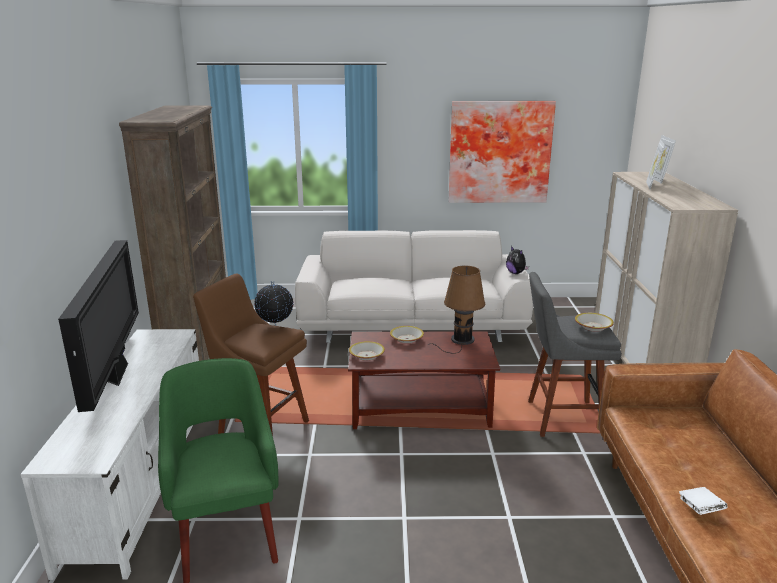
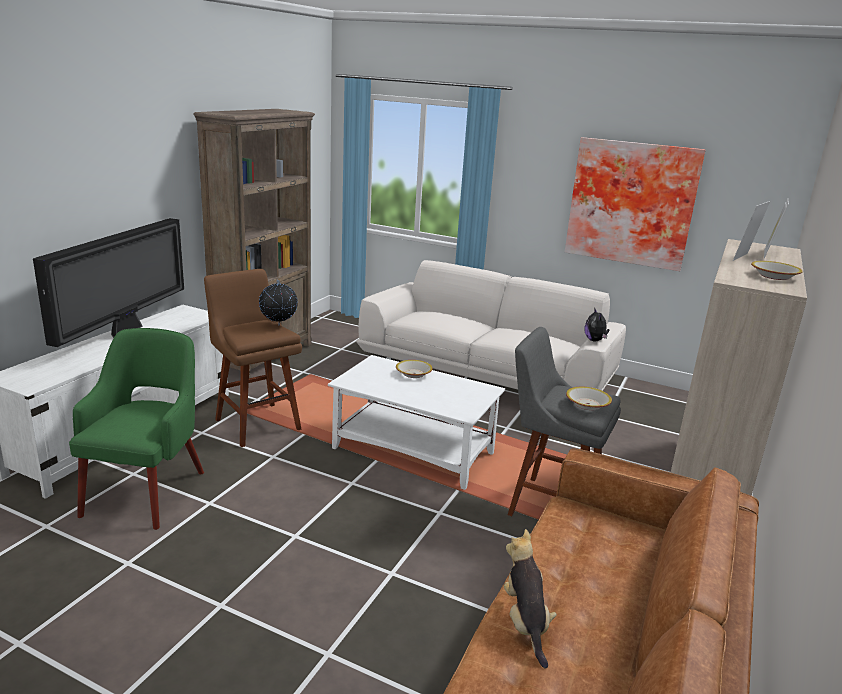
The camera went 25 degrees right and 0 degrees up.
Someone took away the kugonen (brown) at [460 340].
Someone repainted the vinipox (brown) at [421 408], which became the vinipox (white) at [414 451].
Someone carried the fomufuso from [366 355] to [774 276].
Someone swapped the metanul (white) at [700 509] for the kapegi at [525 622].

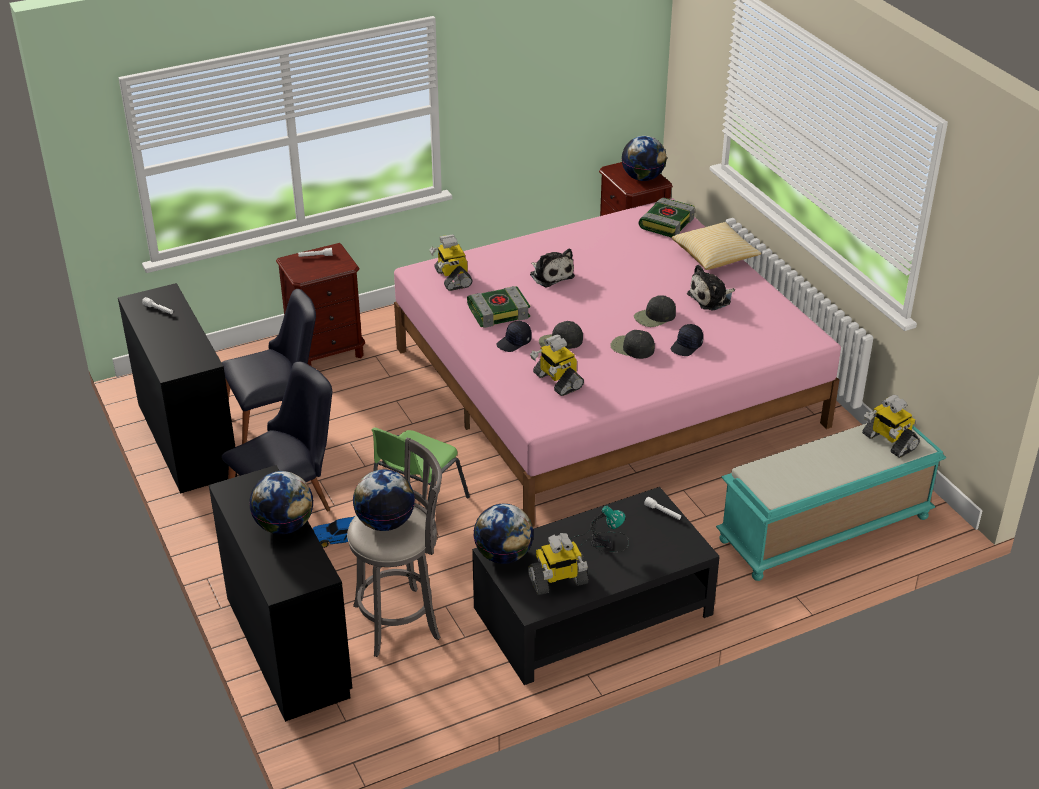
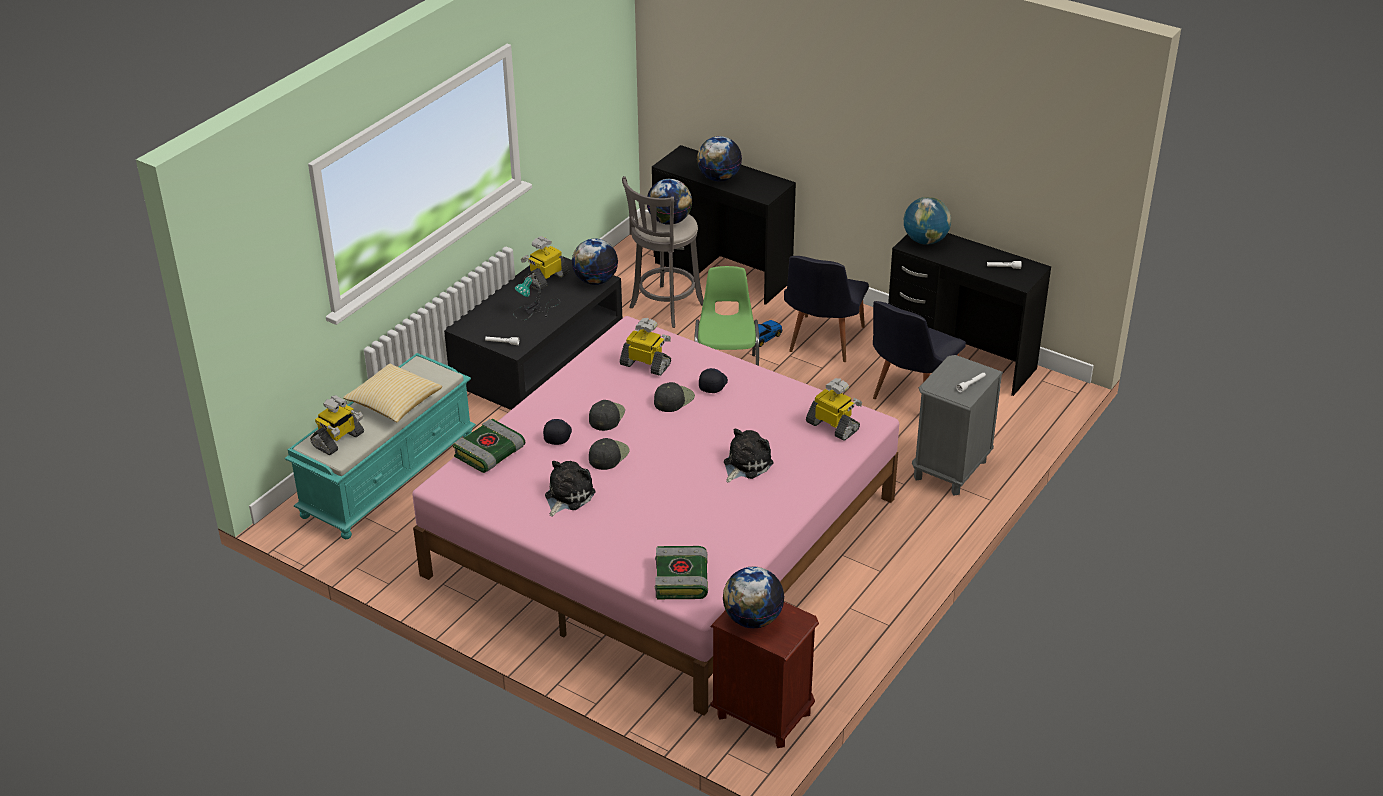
The camera went 150 degrees right and 0 degrees up.
Someone carried the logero from [715 257] to [394 404].
Someone repainted the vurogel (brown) at [327 352], which became the vurogel (grey) at [950 470].
Someone rotated the kapegi at [550 275] by 105 degrees clockwise.
Someone carried the metanul from [499 311] to [489 453].
Someone rotated the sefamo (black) at [632 348] by 75 degrees counterclockwise.
Someone rotated the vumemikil at [888 441] by 105 degrees clockwise.
Someone put down the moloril at [925 240].

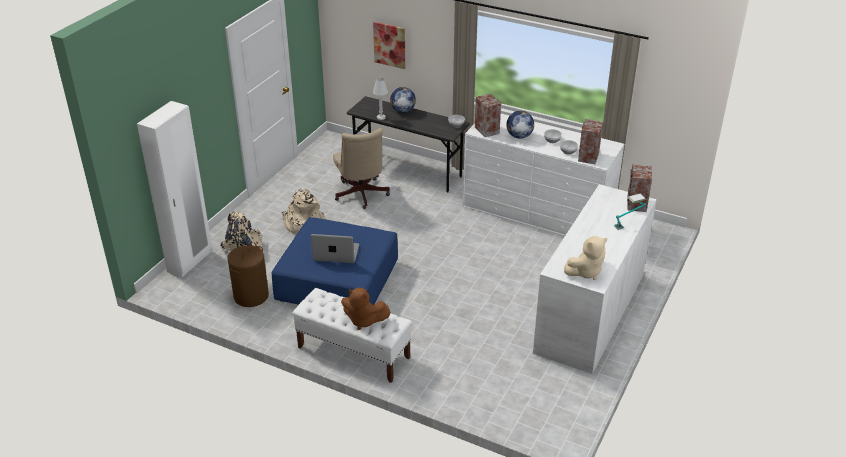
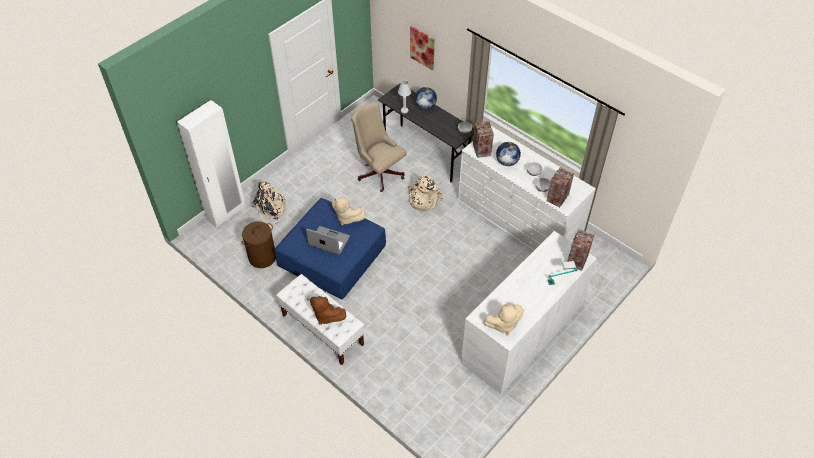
The camera went 15 degrees right and 15 degrees up.
Someone rotated the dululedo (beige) at [361 195] by 135 degrees clockwise.
Someone carried the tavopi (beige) from [302 224] to [423 199].
Someone put down the kapegi (beige) at [347 218].

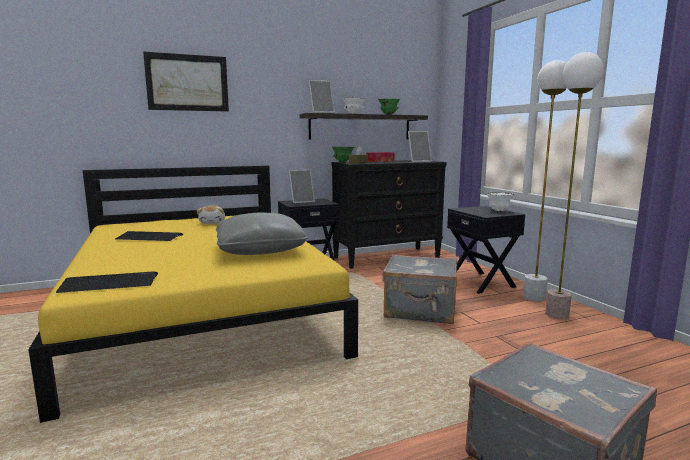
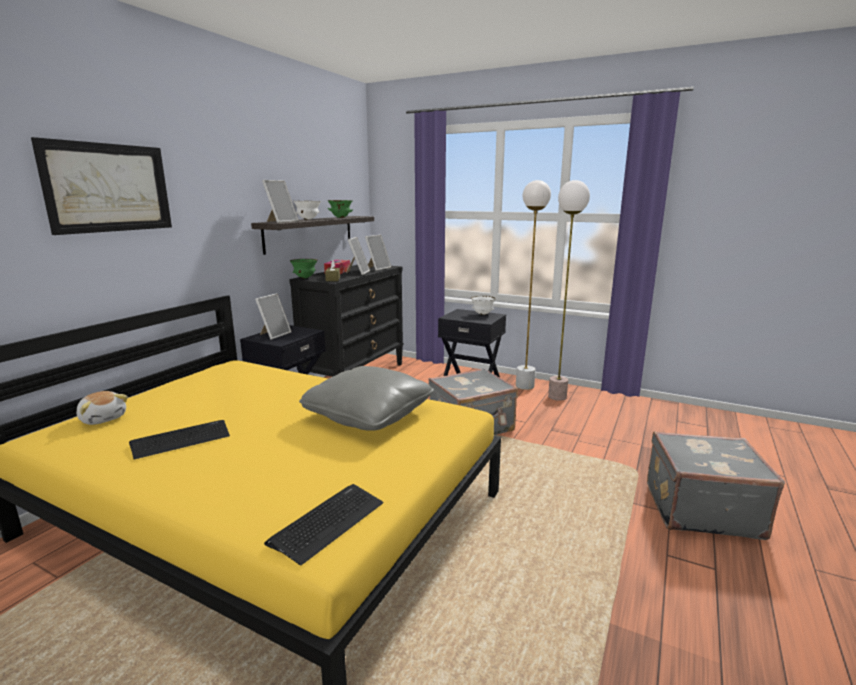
The camera went 40 degrees left and 5 degrees up.
Someone carried the kapegi from [212 222] to [103 418].
Someone put down the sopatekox at [358 272].

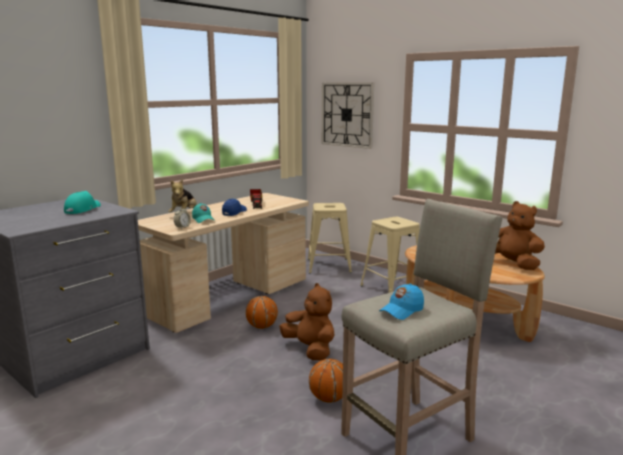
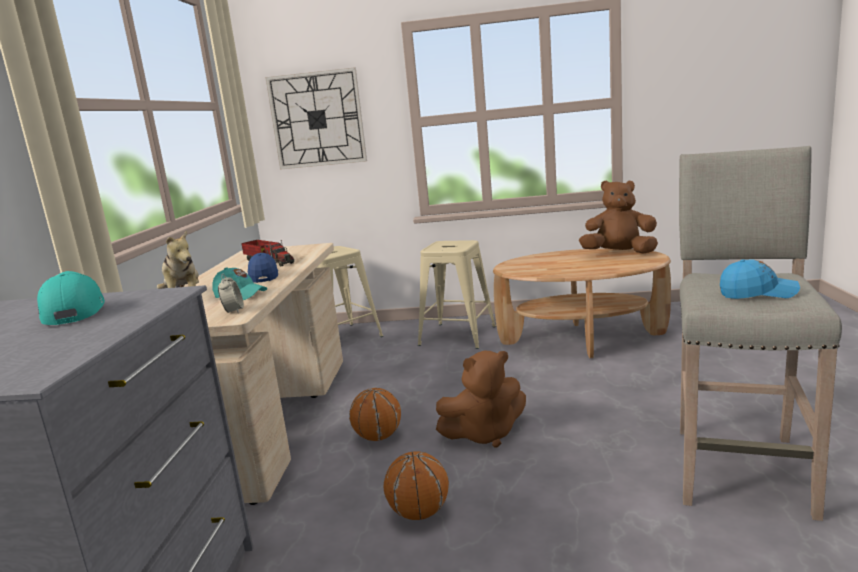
The camera went 35 degrees left and 0 degrees up.
Someone rotated the kapegi (brown) at [310 349] by 150 degrees clockwise.
Someone rotated the sefamo (blue) at [402 311] by 90 degrees counterclockwise.
Someone carried the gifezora from [329 398] to [419 513].

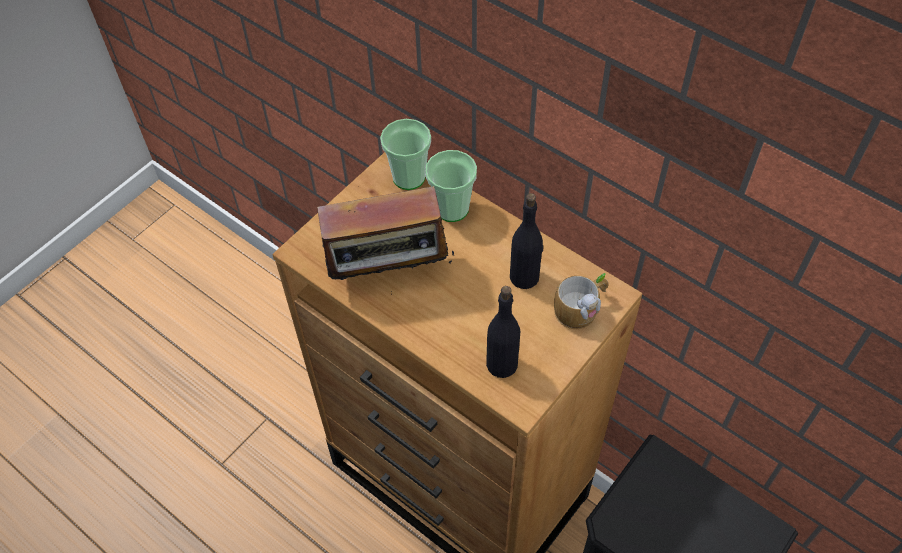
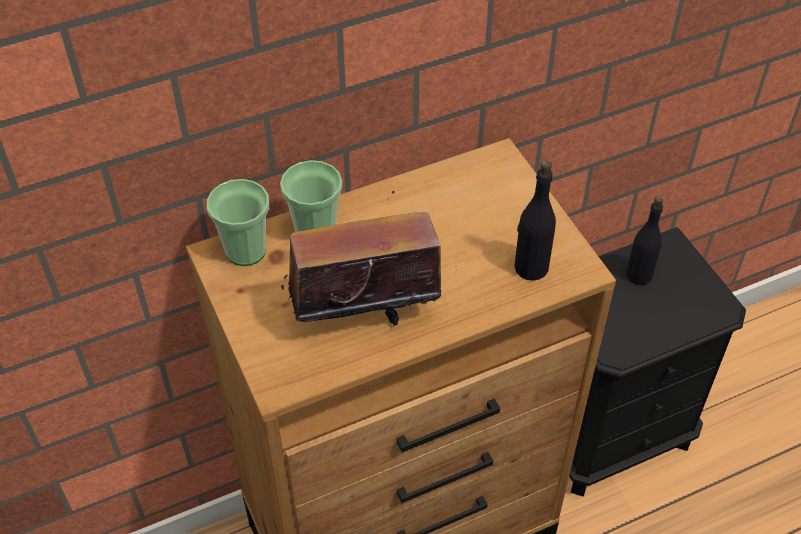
The camera went 65 degrees left and 5 degrees down.
Someone rotated the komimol at [389 273] by 120 degrees counterclockwise.
Someone carried the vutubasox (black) from [525 277] to [638 275].
Someone took away the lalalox at [582 308].

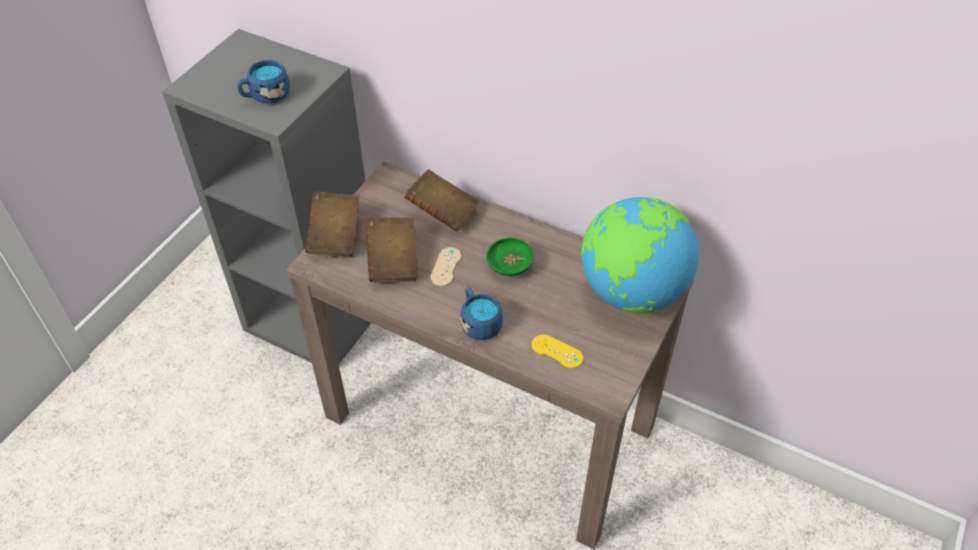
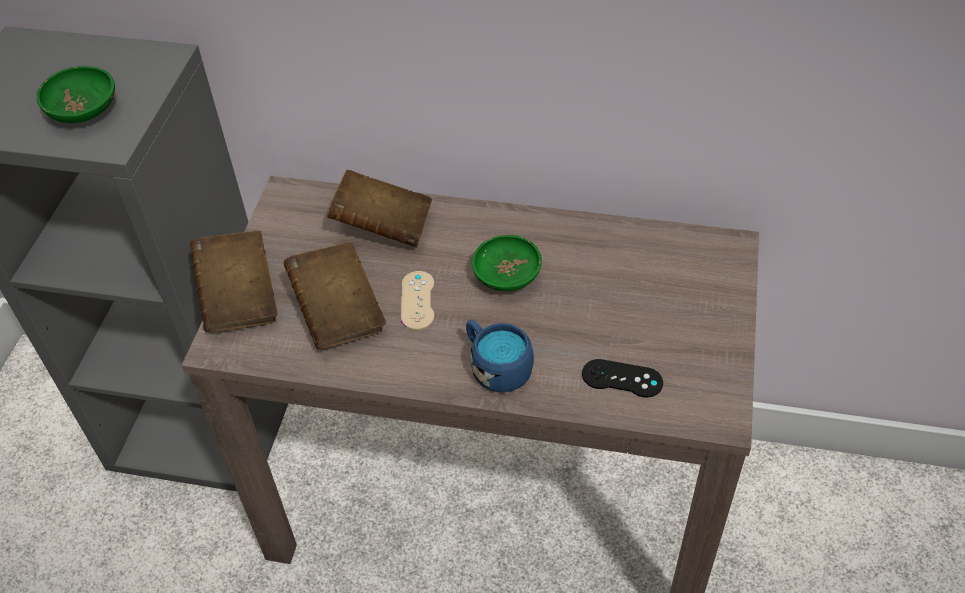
The camera went 15 degrees left and 0 degrees up.
Someone swapped the lalalox (blue) at [265 96] for the fomufuso (green) at [84 111].
Someone took away the moloril at [631 292].
Someone repainted the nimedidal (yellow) at [557 351], which became the nimedidal (black) at [622 378].

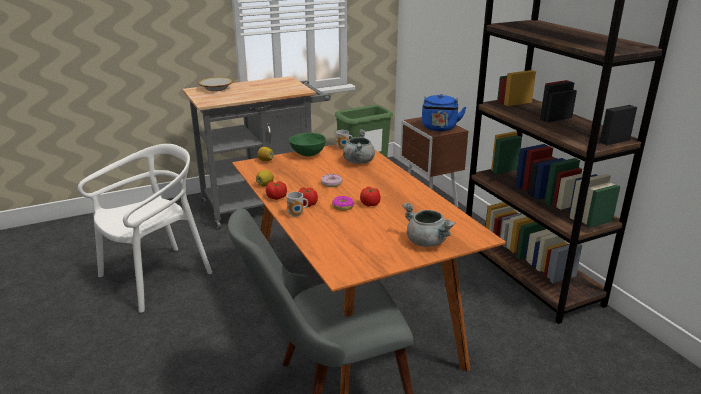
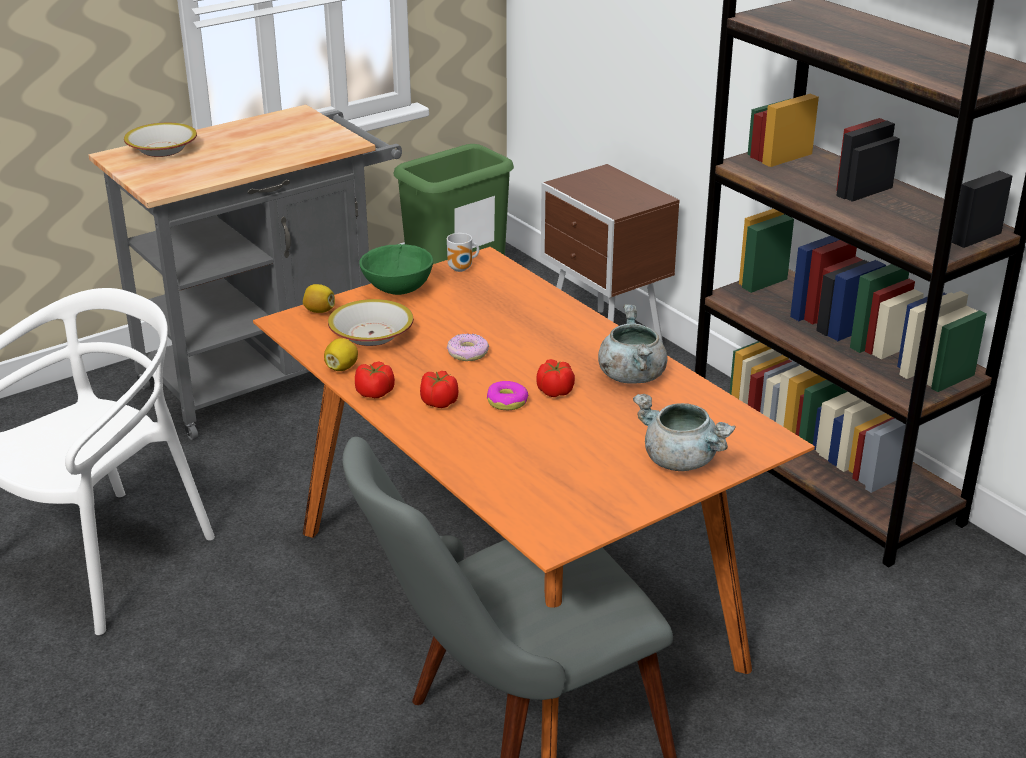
The camera went 10 degrees left and 5 degrees up.
Someone took away the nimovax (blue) at [439 128].
Someone carried the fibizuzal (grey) from [358 161] to [631 375].
Someone took away the lalalox at [297 215].
Someone put down the fomufuso at [371 334].

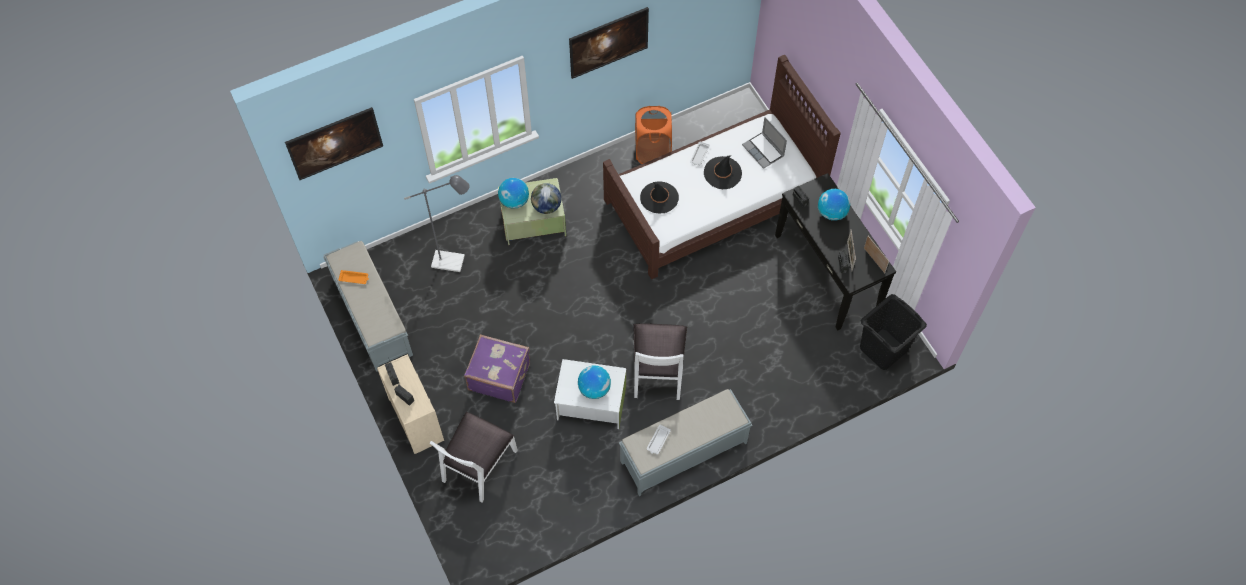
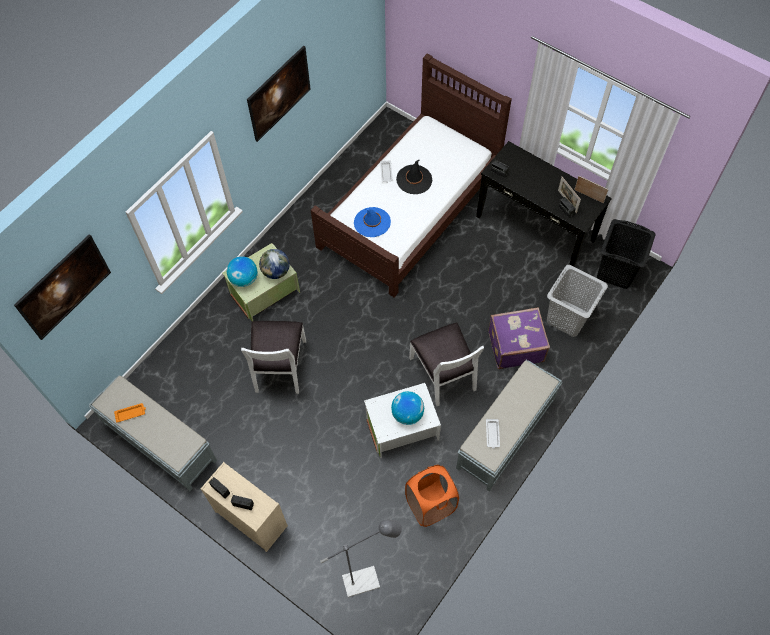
The camera went 25 degrees left and 0 degrees up.
Someone carried the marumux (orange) from [652 151] to [430 505].
Someone took away the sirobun at [764 151].
Someone carried the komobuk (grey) from [454 262] to [367 579].
Someone repainted the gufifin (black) at [659 197], which became the gufifin (blue) at [372 222].
Someone took away the moloril at [831 212].
Someone carried the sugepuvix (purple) from [499 375] to [515 345].
Someone carried the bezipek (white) from [478 465] to [279 366].
Someone put down the marumux (grey) at [567 318].

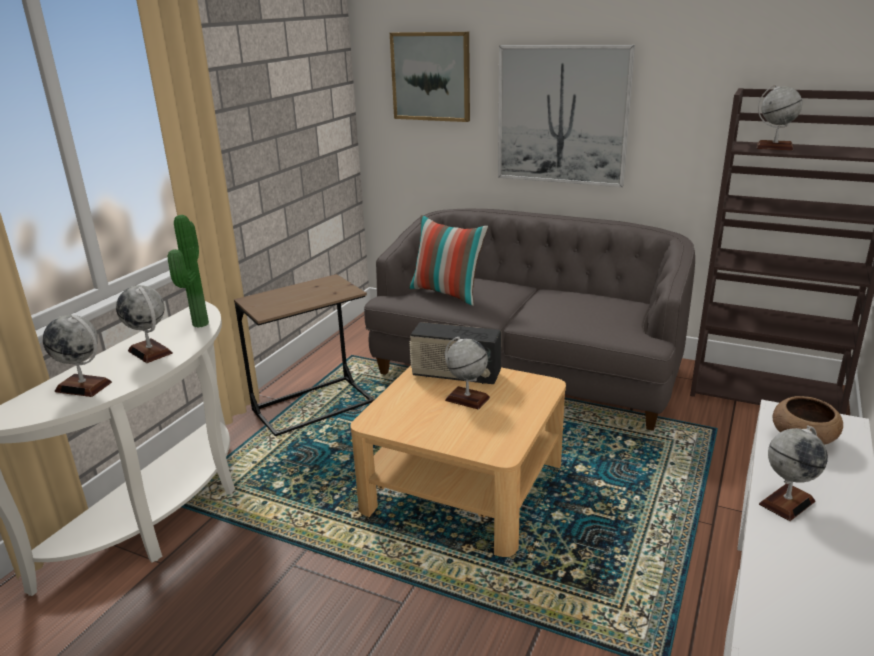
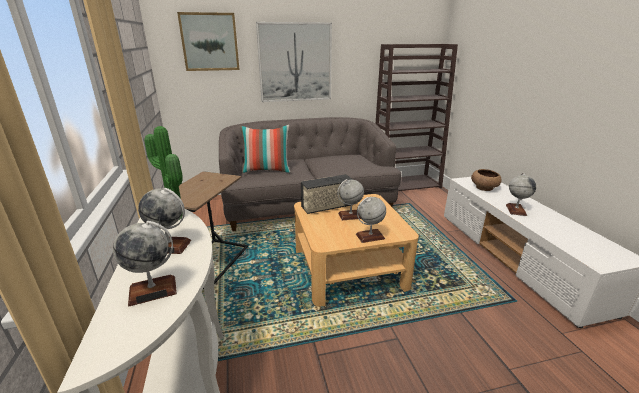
The camera went 40 degrees left and 0 degrees up.
Someone carried the moloril from [774 147] to [370 236].

